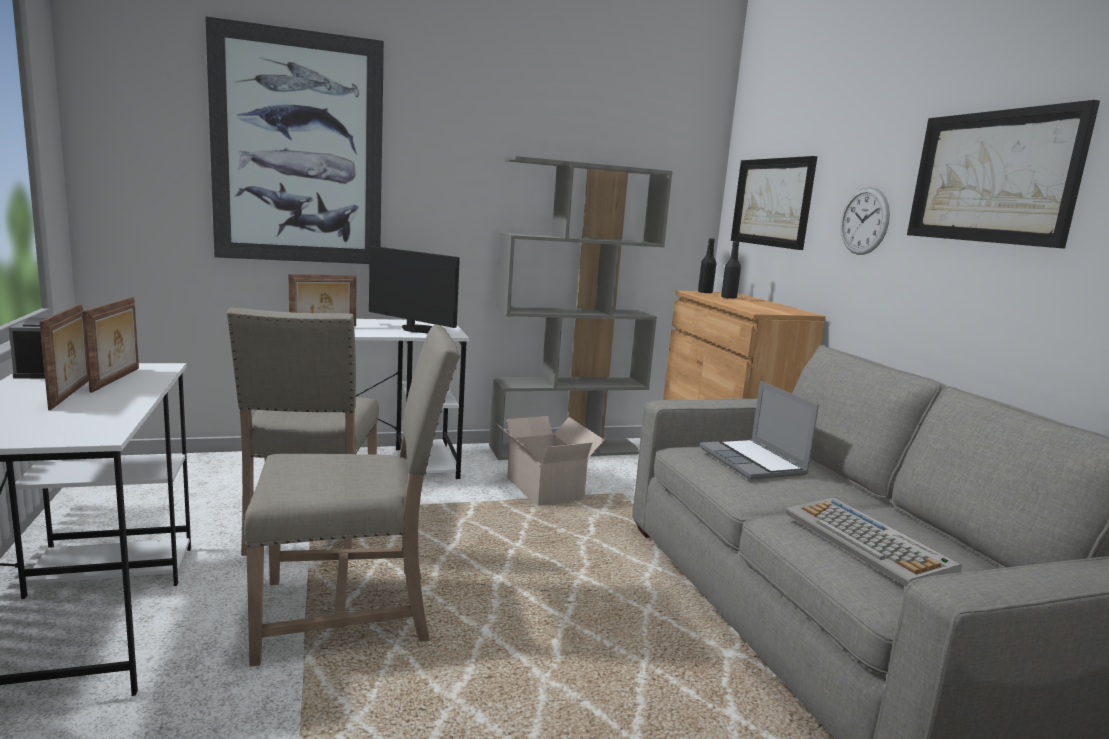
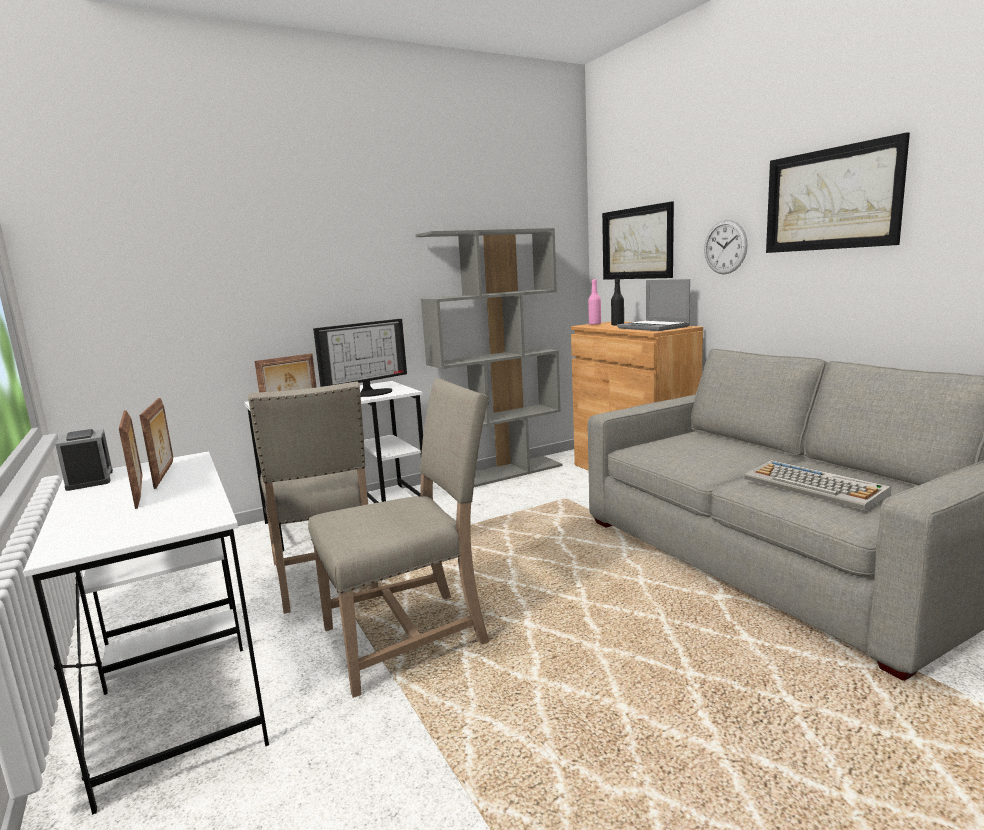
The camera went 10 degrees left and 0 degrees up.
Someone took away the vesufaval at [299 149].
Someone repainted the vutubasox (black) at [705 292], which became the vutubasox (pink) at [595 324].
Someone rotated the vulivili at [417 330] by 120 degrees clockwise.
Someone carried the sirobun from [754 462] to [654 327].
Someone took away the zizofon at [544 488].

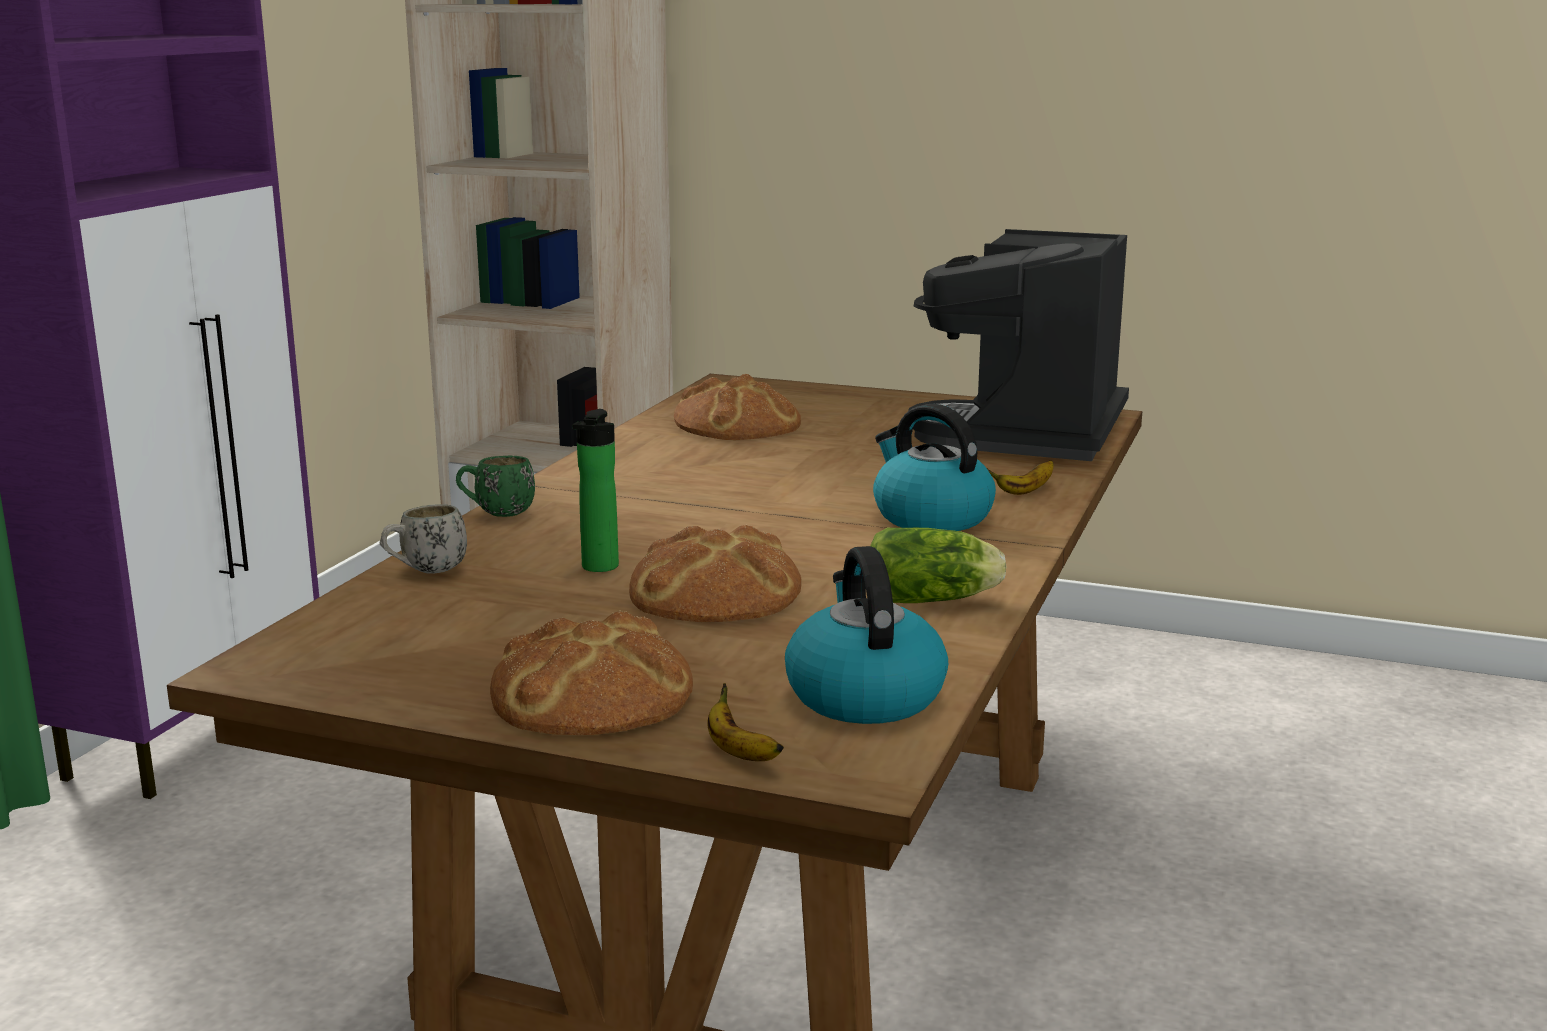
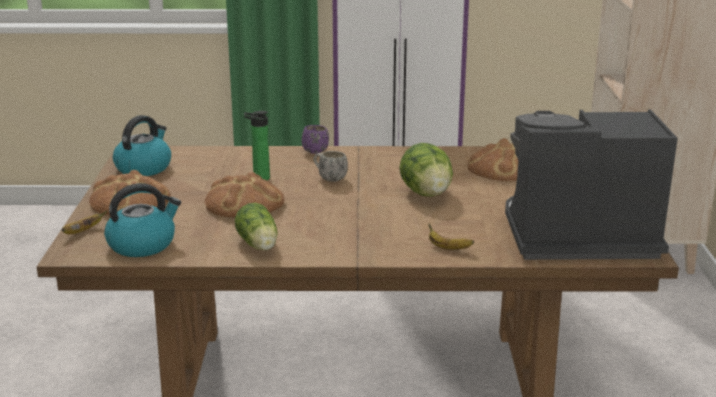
The camera went 70 degrees right and 5 degrees up.
Someone carried the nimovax from [930 517] to [144 168].
Someone repainted the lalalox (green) at [496 514], which became the lalalox (purple) at [314 150].
Someone carried the lalalox (white) from [425 571] to [329 178].
Someone put down the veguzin at [426 193].

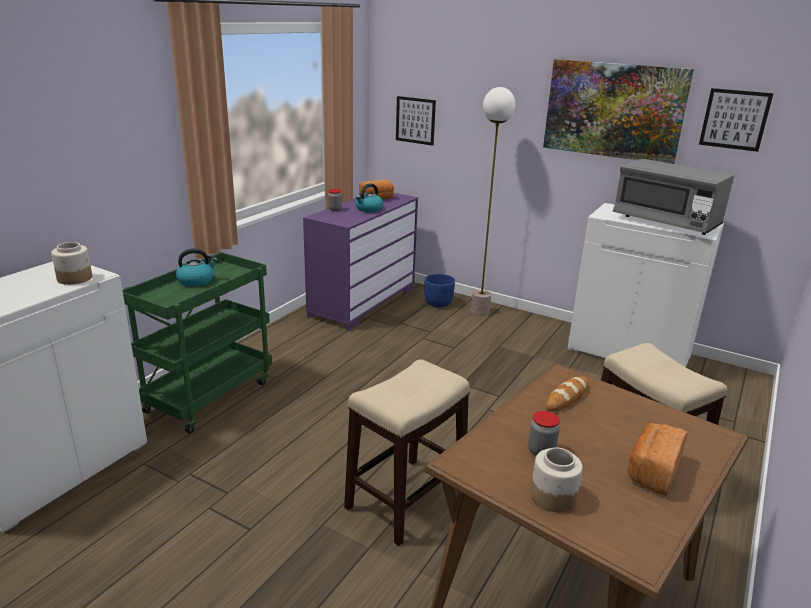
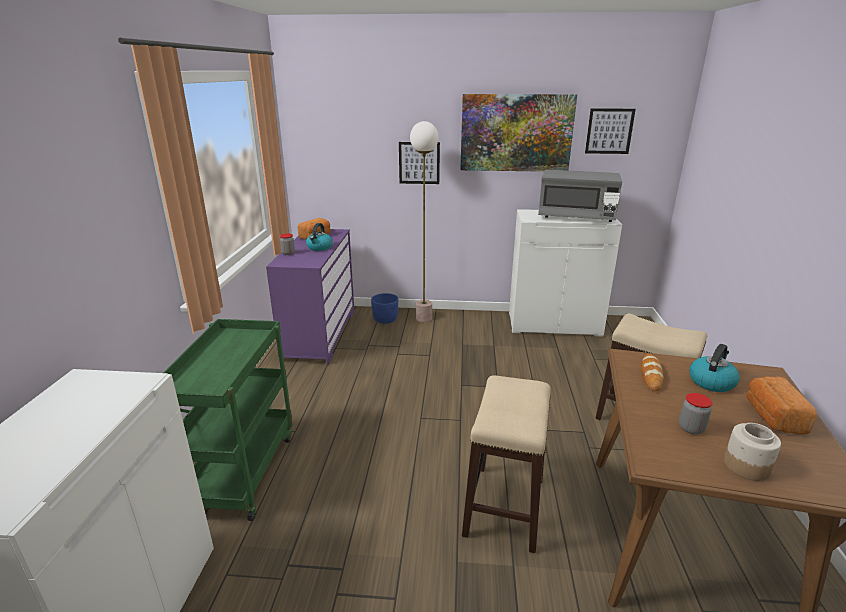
The camera went 25 degrees left and 0 degrees up.
Someone carried the vesufaval from [415 120] to [419 163].
Someone took away the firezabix at [75 278].
Someone carried the nimovax from [196 281] to [711 382].

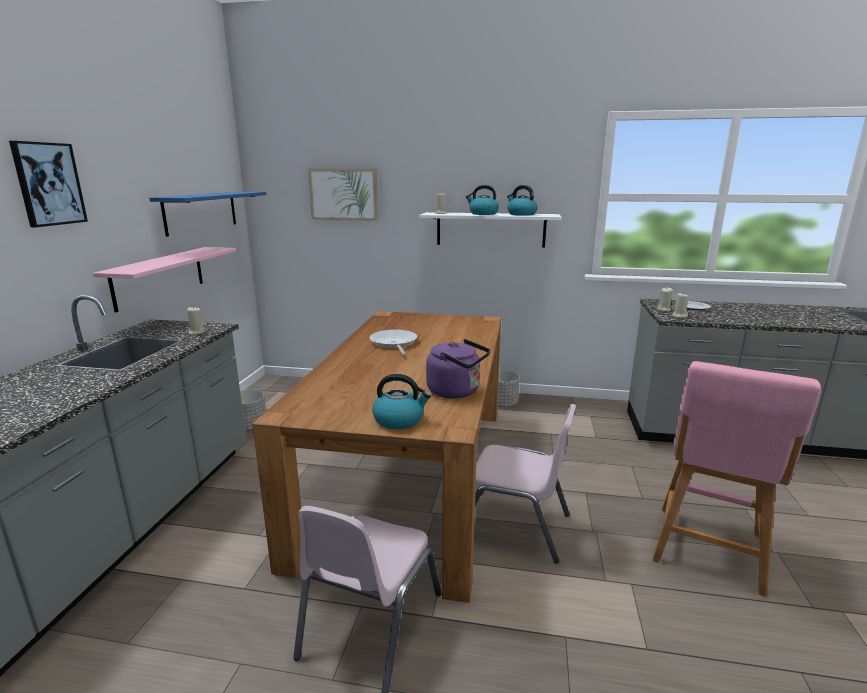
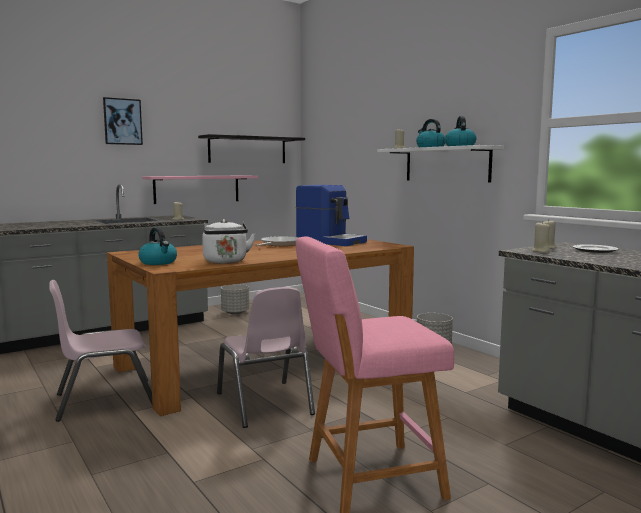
The camera went 45 degrees right and 10 degrees down.
Someone took away the vesufaval at [344 194].
Someone repainted the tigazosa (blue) at [201 212], which became the tigazosa (black) at [247 150].
Someone repainted the nimovax (purple) at [457 391], which became the nimovax (white) at [226 262].
Someone put down the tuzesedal at [331 241].

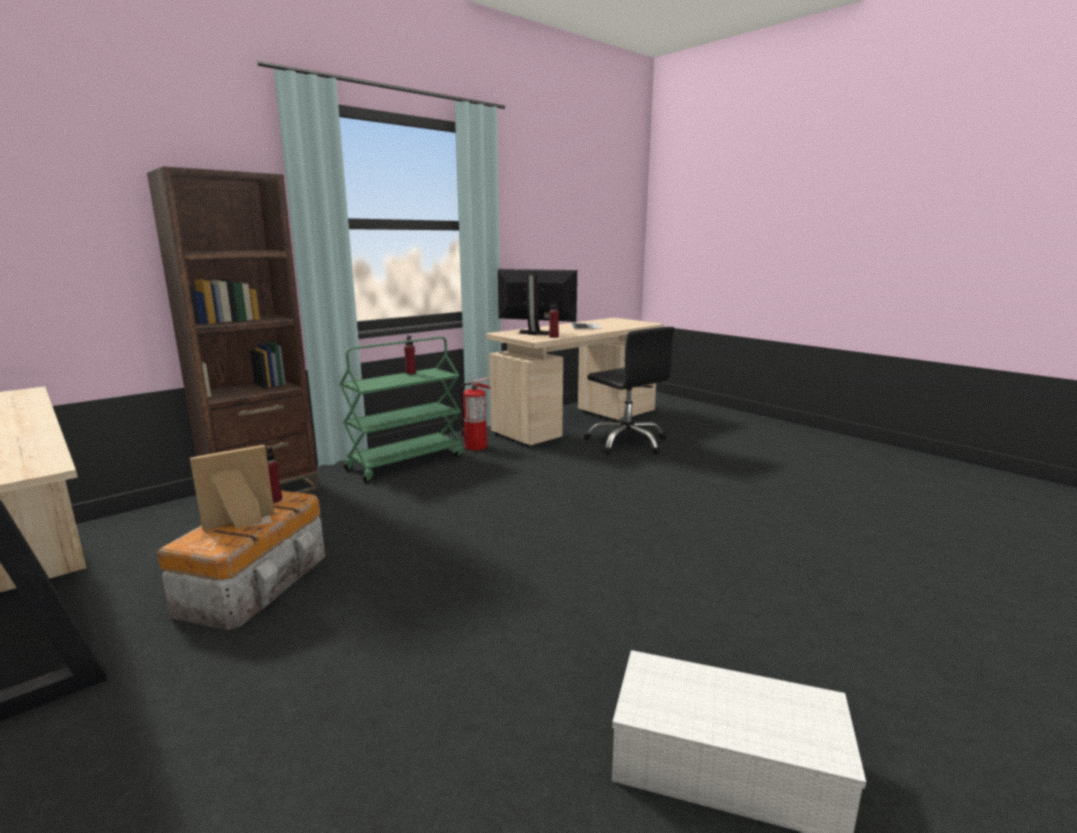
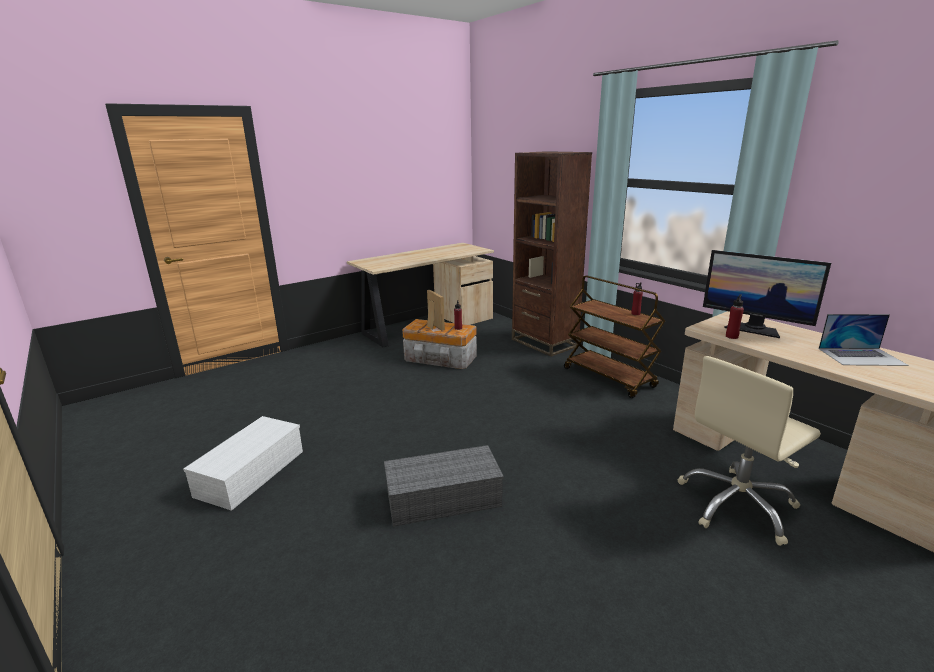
The camera went 95 degrees right and 5 degrees up.
Someone rotated the vulivili at [535 333] by 105 degrees clockwise.
Someone repainted the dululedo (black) at [627 442], which became the dululedo (beige) at [737 505].
Someone repainted the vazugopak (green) at [406 462], which became the vazugopak (brown) at [609 378].
Someone took away the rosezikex at [476 446].
Someone put down the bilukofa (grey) at [442 499].

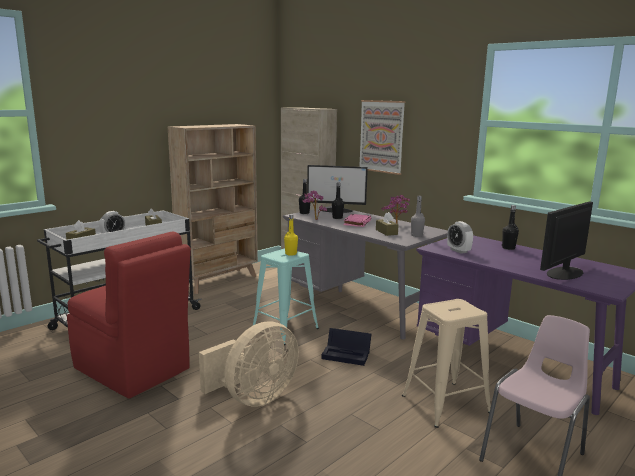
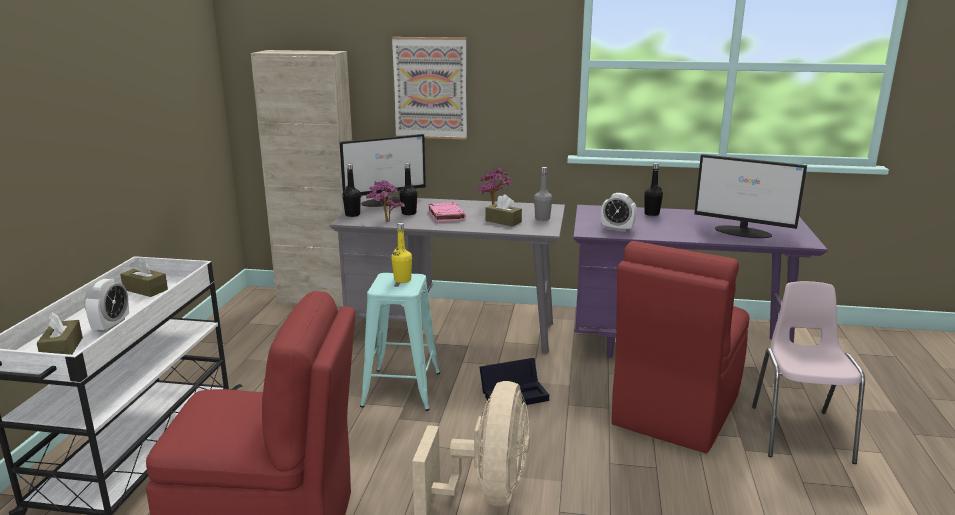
The camera went 35 degrees left and 5 degrees up.
Someone took away the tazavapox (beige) at [219 281].
Someone rotated the vulivili at [564 273] by 75 degrees counterclockwise.
Someone swapped the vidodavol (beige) at [445 404] for the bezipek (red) at [674 411].

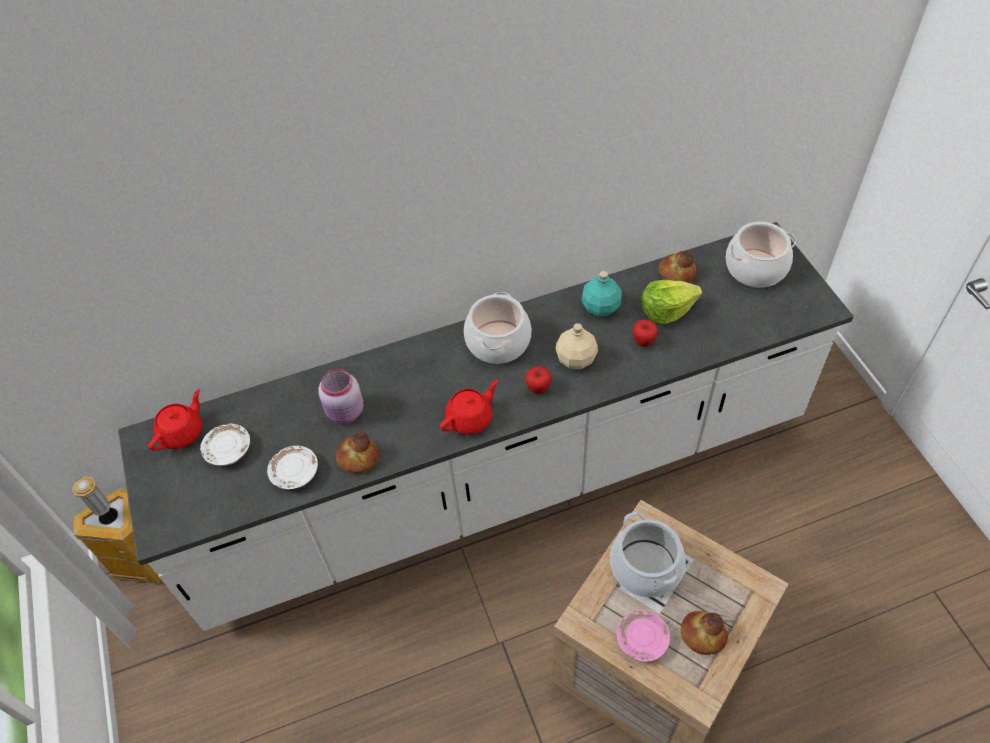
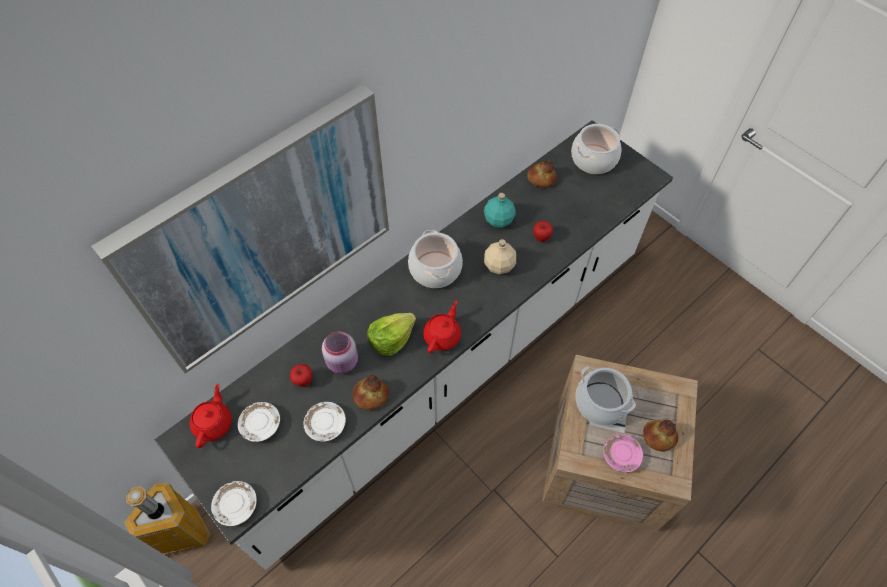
The camera went 25 degrees left and 5 degrees up.
Someone carried the veguzin from [666 310] to [391 339].
Someone carried the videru from [538 389] to [303 381].
Someone put up the vesufaval at [264 231].
Someone put down the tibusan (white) at [236 506].

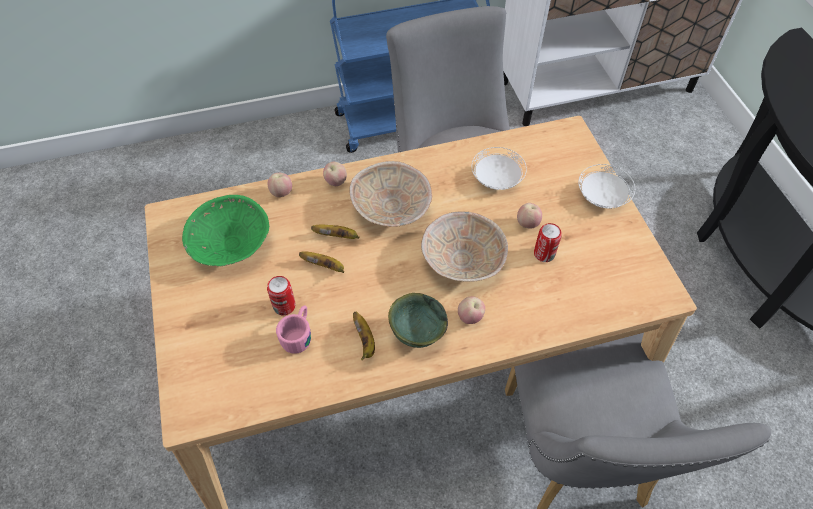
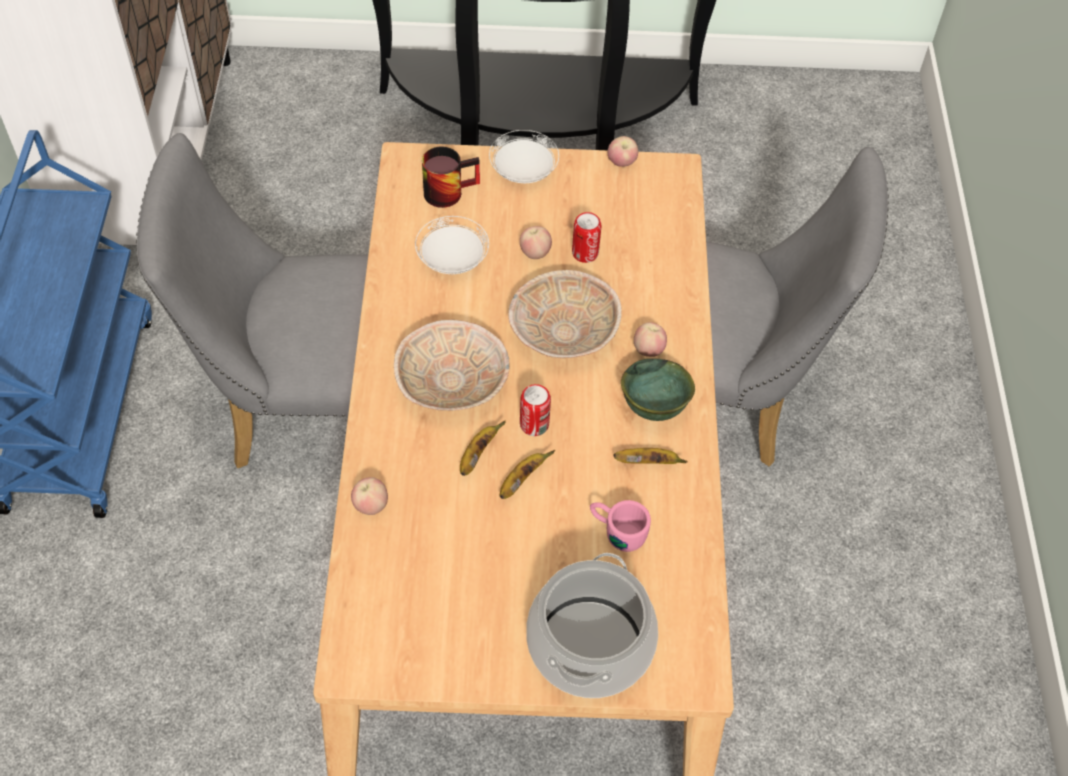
The camera went 75 degrees left and 0 degrees up.
Someone carried the videru from [336 182] to [621 163].
Someone took away the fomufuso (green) at [230 244].
Someone carried the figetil from [284 306] to [534 424].
Someone put down the lalalox at [448 189].
Someone put down the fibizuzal at [589 645].

